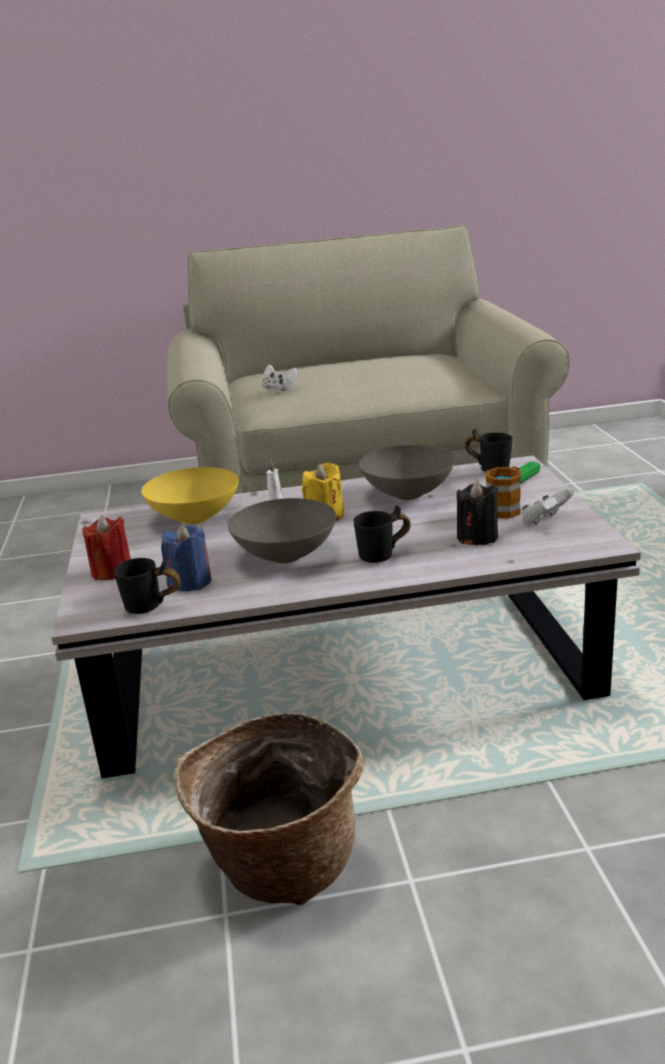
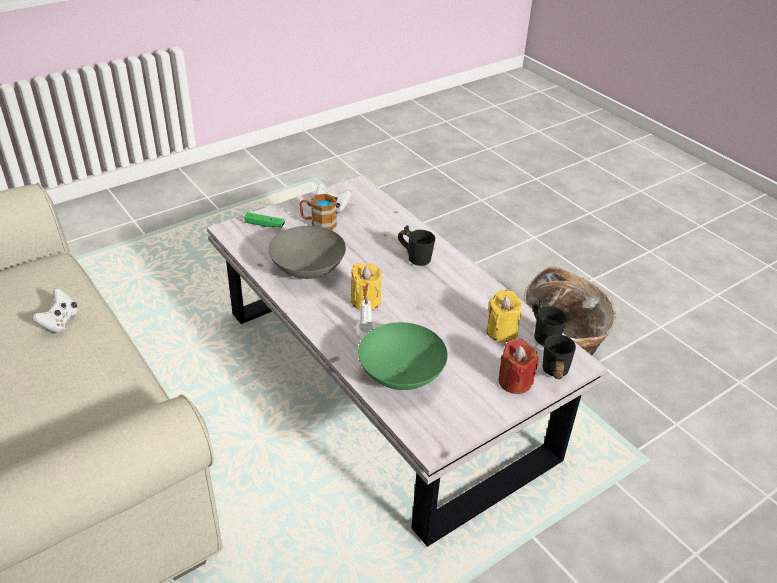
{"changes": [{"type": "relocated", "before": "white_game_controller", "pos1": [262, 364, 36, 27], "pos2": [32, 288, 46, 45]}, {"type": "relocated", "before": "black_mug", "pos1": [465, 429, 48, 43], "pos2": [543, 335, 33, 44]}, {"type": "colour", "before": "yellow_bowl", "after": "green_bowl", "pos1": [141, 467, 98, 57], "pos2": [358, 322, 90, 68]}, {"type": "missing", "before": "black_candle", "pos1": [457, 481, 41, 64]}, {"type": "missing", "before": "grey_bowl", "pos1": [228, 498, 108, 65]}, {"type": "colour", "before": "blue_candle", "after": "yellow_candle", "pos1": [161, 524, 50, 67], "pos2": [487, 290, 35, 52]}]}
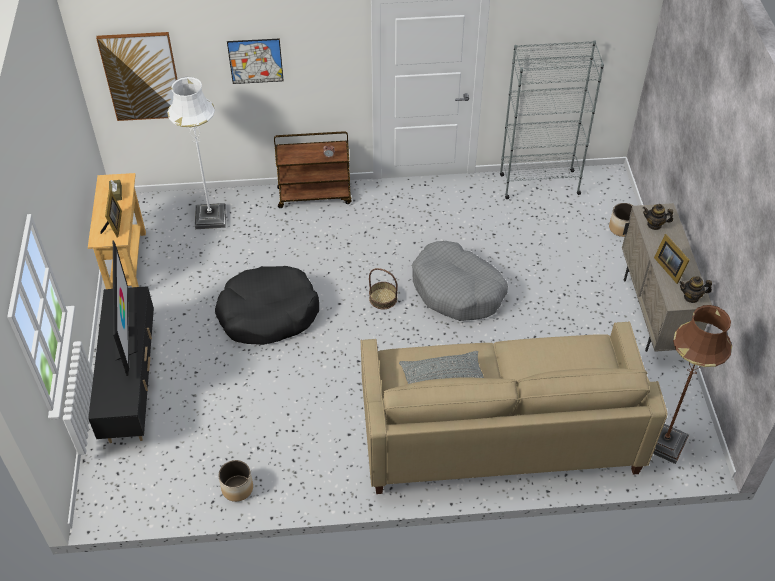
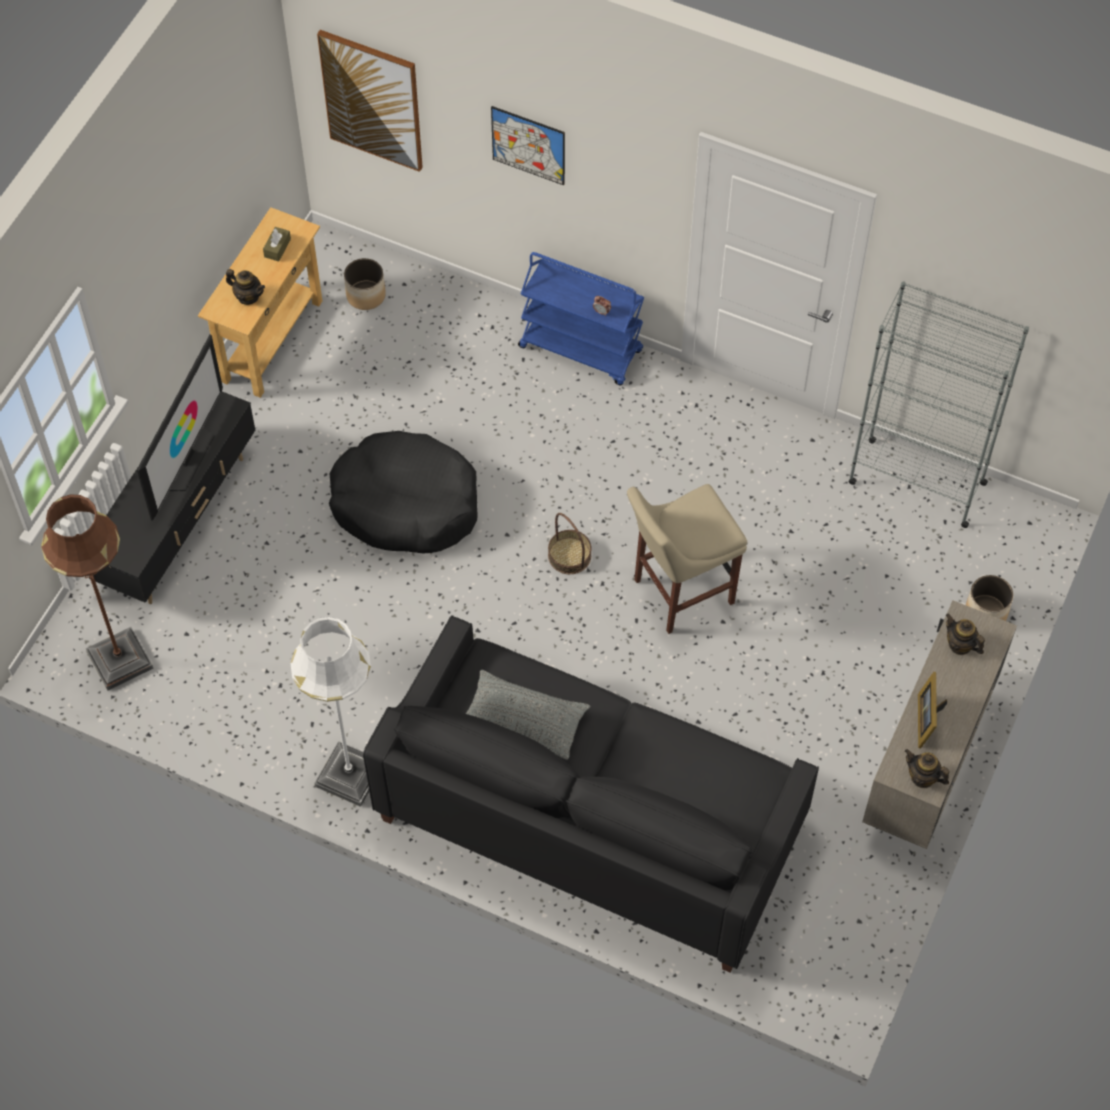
{"changes": [{"type": "relocated", "before": "white_floor_lamp", "pos1": [167, 77, 59, 152], "pos2": [291, 617, 80, 190]}, {"type": "colour", "before": "brown_cart", "after": "blue_cart", "pos1": [274, 131, 78, 77], "pos2": [518, 252, 126, 133]}, {"type": "exchanged", "before": "picture_frame", "after": "teapot", "pos1": [101, 189, 21, 48], "pos2": [226, 269, 39, 36]}, {"type": "exchanged", "before": "grey_dog_bed", "after": "beige_stool", "pos1": [412, 241, 96, 80], "pos2": [627, 484, 120, 150]}, {"type": "relocated", "before": "brown_floor_lamp", "pos1": [653, 305, 79, 159], "pos2": [41, 494, 112, 197]}, {"type": "colour", "before": "beige_sofa", "after": "black_sofa", "pos1": [361, 321, 306, 173], "pos2": [363, 615, 456, 358]}, {"type": "relocated", "before": "planter", "pos1": [218, 460, 35, 42], "pos2": [344, 258, 42, 52]}]}
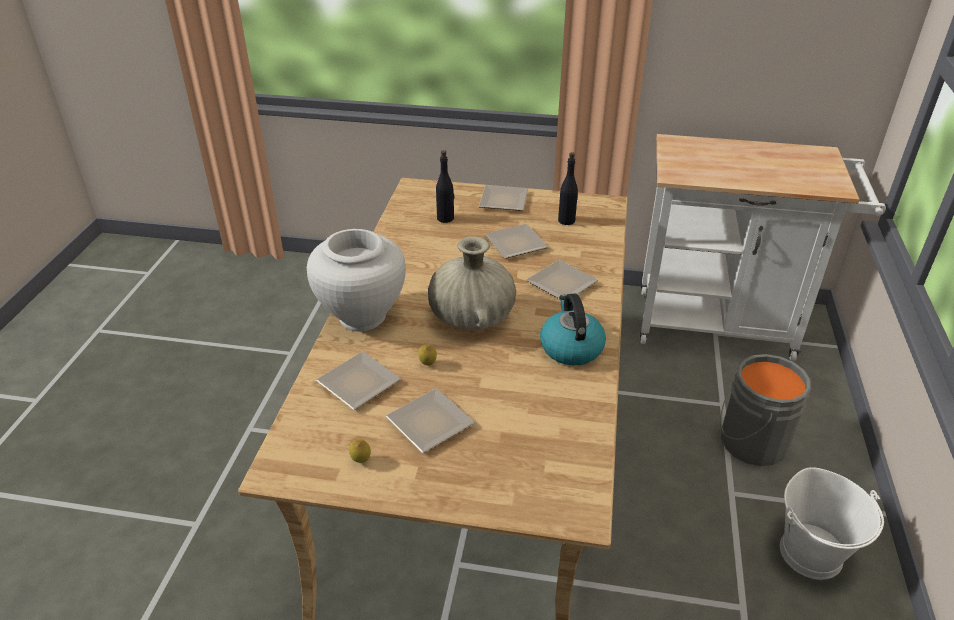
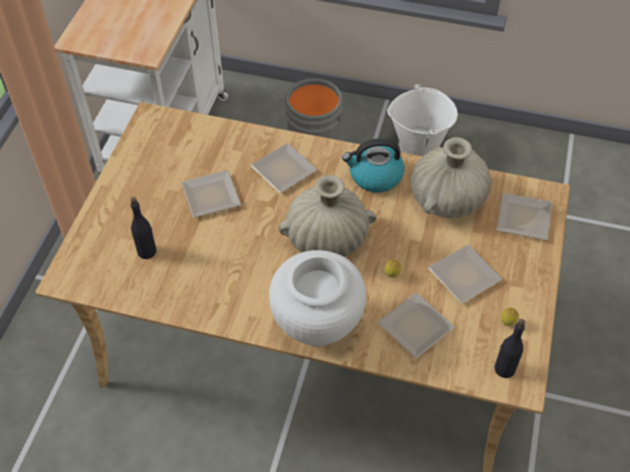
{"changes": [{"type": "relocated", "before": "black_bottle", "pos1": [558, 152, 20, 73], "pos2": [494, 319, 31, 59]}, {"type": "relocated", "before": "plate", "pos1": [479, 185, 49, 26], "pos2": [497, 193, 55, 47]}, {"type": "appeared", "after": "beige_vase", "pos2": [410, 137, 82, 81]}]}
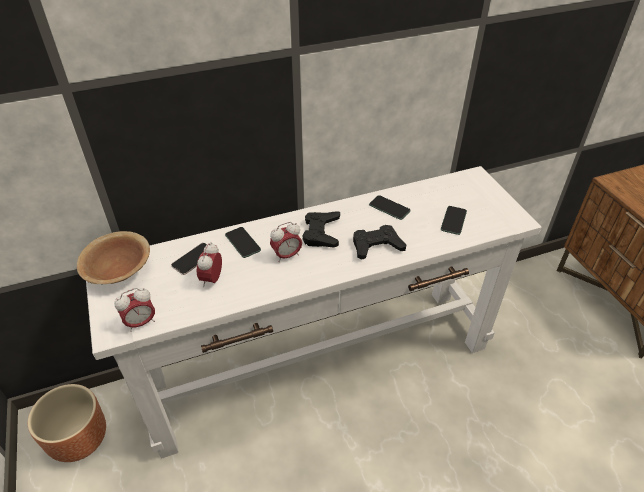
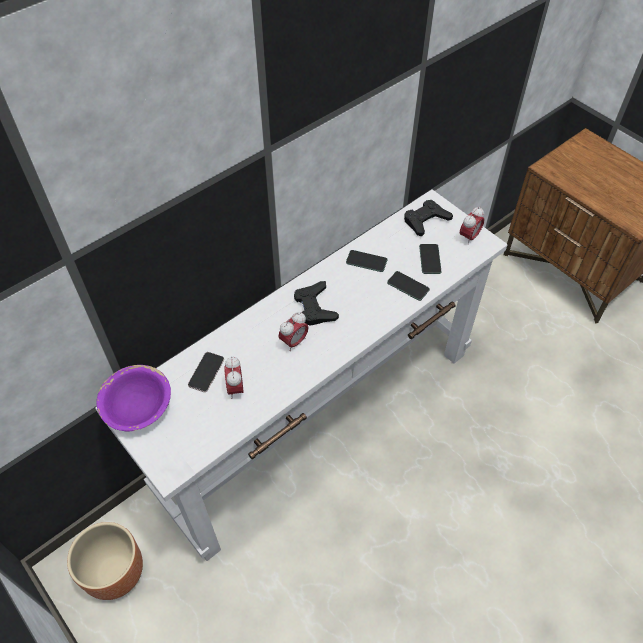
{"changes": [{"type": "relocated", "before": "black_game_controller", "pos1": [353, 225, 54, 35], "pos2": [404, 200, 49, 36]}, {"type": "relocated", "before": "phone", "pos1": [225, 227, 36, 31], "pos2": [387, 271, 43, 30]}, {"type": "colour", "before": "brown_bowl", "after": "purple_bowl", "pos1": [77, 231, 73, 53], "pos2": [97, 365, 74, 66]}, {"type": "relocated", "before": "alarm_clock", "pos1": [114, 288, 41, 44], "pos2": [460, 207, 24, 38]}]}
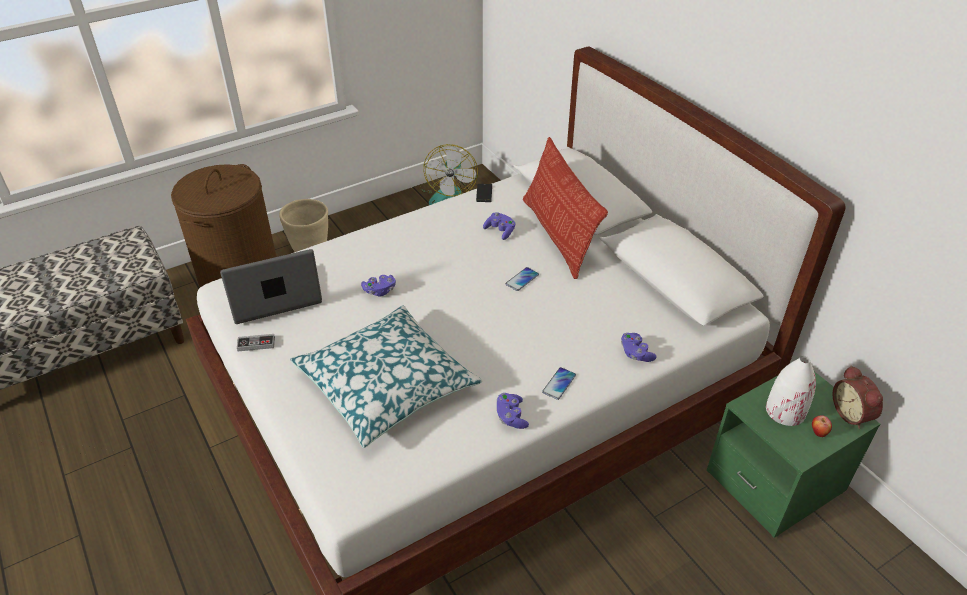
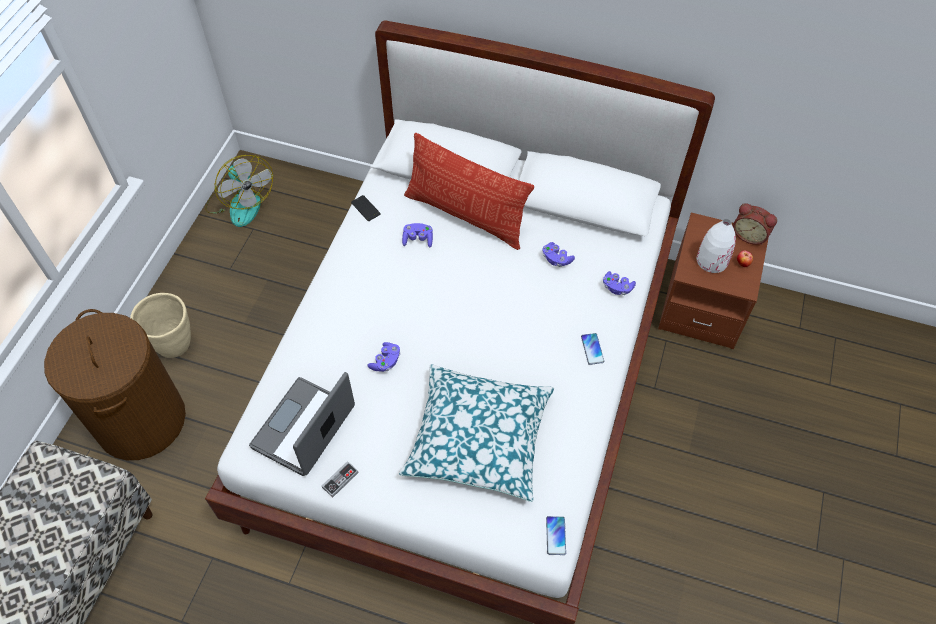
{"changes": [{"type": "relocated", "before": "phone", "pos1": [506, 267, 33, 24], "pos2": [546, 516, 20, 39]}, {"type": "colour", "before": "green_nightstand", "after": "brown_nightstand", "pos1": [706, 371, 174, 167], "pos2": [658, 213, 110, 136]}, {"type": "relocated", "before": "purple_game_controller", "pos1": [497, 393, 32, 36], "pos2": [542, 242, 33, 25]}]}
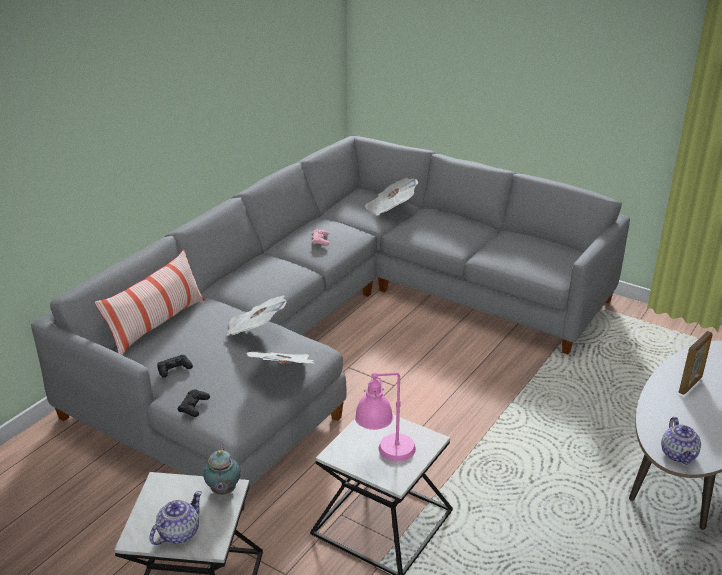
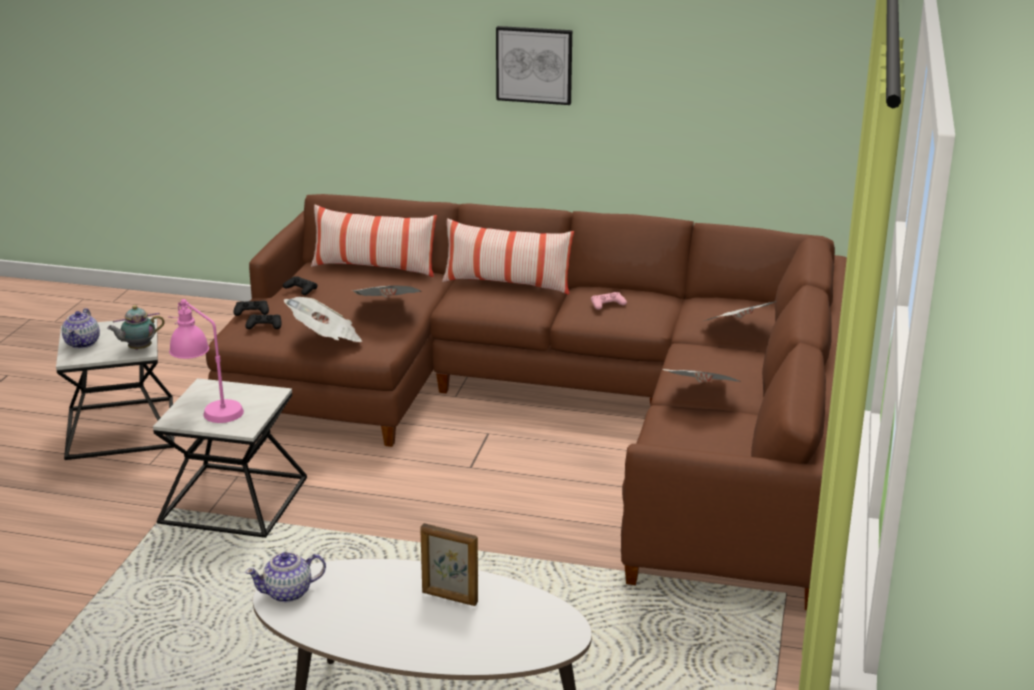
{"changes": [{"type": "colour", "before": "grey_sofa", "after": "brown_sofa", "pos1": [31, 136, 599, 375], "pos2": [206, 194, 641, 416]}, {"type": "spun", "before": "teapot", "pos1": [150, 491, 52, 54], "pos2": [62, 308, 38, 41], "turn": 75}, {"type": "appeared", "after": "picture", "pos2": [496, 26, 76, 79]}, {"type": "appeared", "after": "pillow", "pos2": [442, 218, 132, 77]}, {"type": "appeared", "after": "black_game_controller", "pos2": [245, 314, 37, 15]}, {"type": "appeared", "after": "newspaper", "pos2": [662, 369, 79, 14]}]}
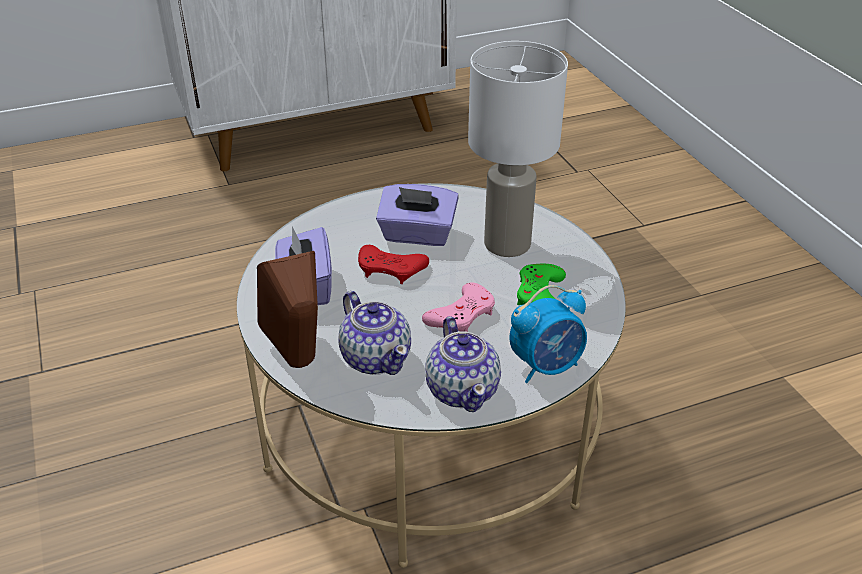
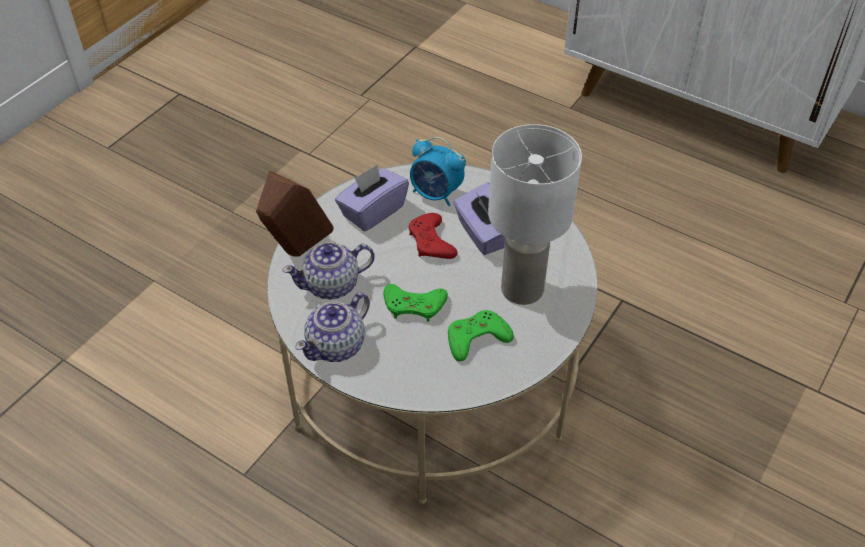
{"changes": [{"type": "colour", "before": "pink_game_controller", "after": "green_game_controller", "pos1": [422, 283, 73, 49], "pos2": [384, 284, 64, 38]}, {"type": "relocated", "before": "alarm_clock", "pos1": [509, 285, 78, 98], "pos2": [410, 137, 56, 69]}, {"type": "spun", "before": "teapot", "pos1": [338, 291, 73, 84], "pos2": [282, 242, 93, 57], "turn": 45}]}
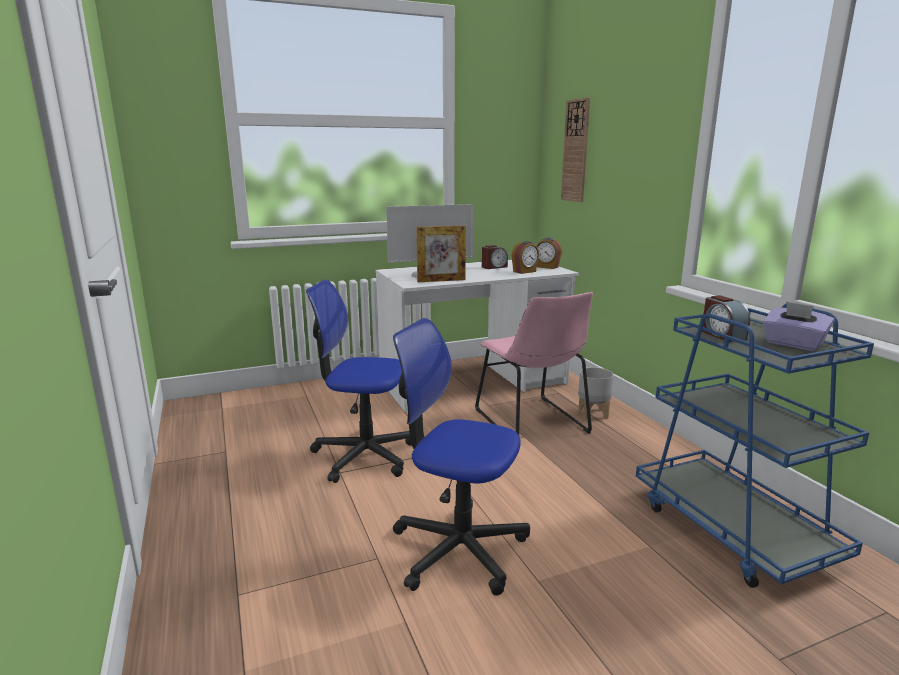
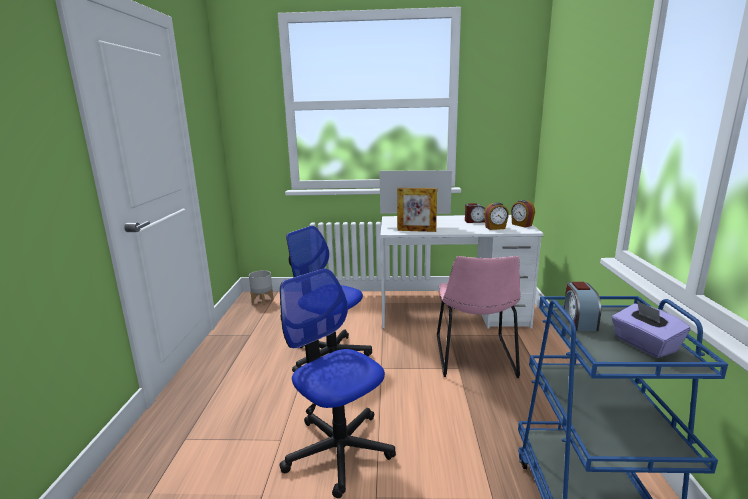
{"changes": [{"type": "missing", "before": "wall_clock", "pos1": [561, 97, 29, 105]}, {"type": "relocated", "before": "grey_planter", "pos1": [578, 367, 36, 52], "pos2": [249, 270, 25, 35]}]}
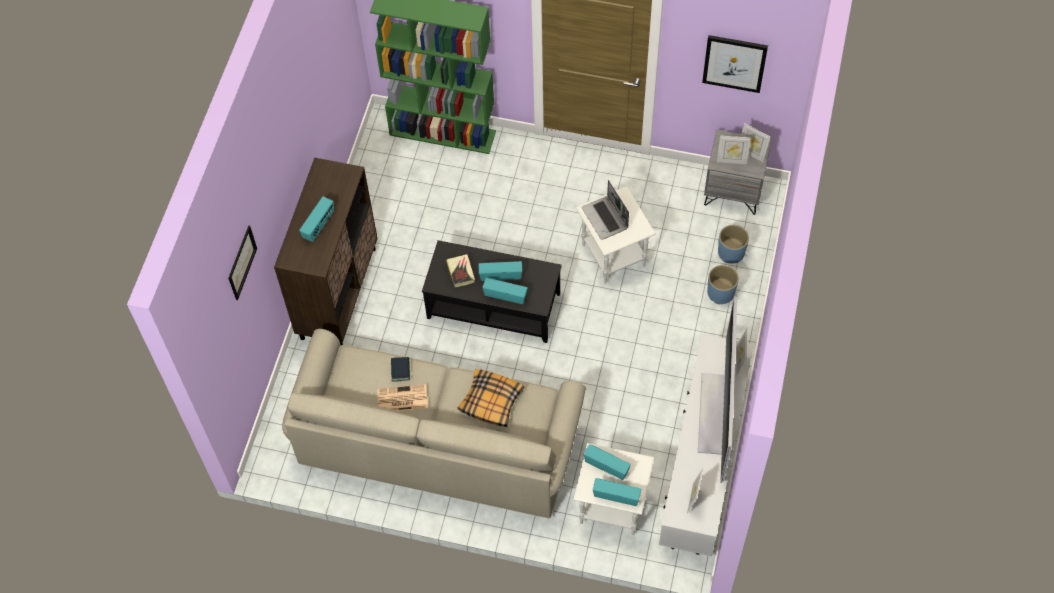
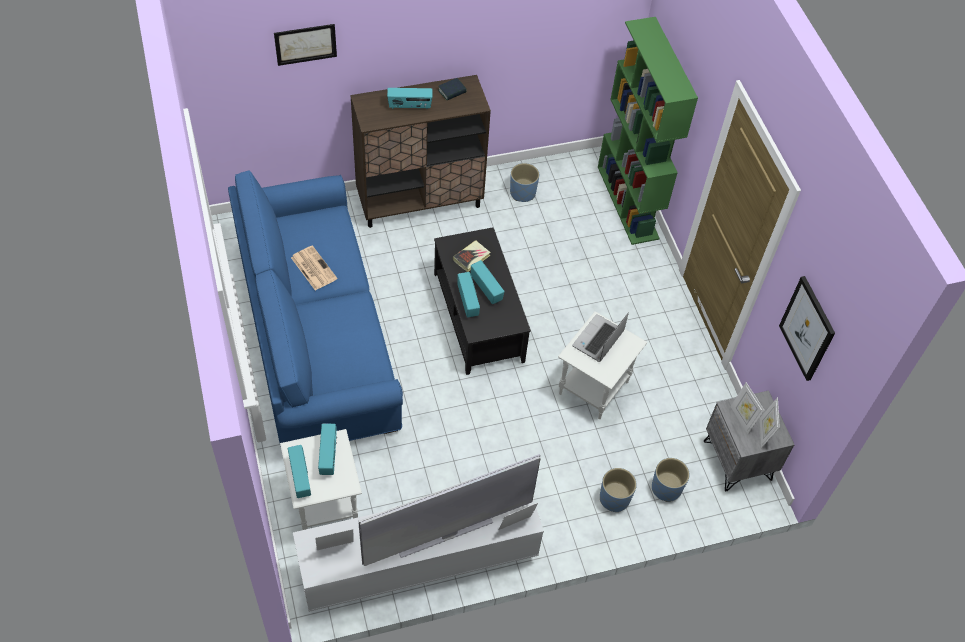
{"changes": [{"type": "colour", "before": "beige_sofa", "after": "blue_sofa", "pos1": [282, 329, 304, 189], "pos2": [228, 170, 175, 277]}, {"type": "relocated", "before": "book", "pos1": [391, 357, 19, 25], "pos2": [438, 78, 29, 22]}, {"type": "missing", "before": "pillow", "pos1": [458, 369, 66, 58]}, {"type": "appeared", "after": "blue_planter", "pos2": [510, 163, 29, 39]}]}
